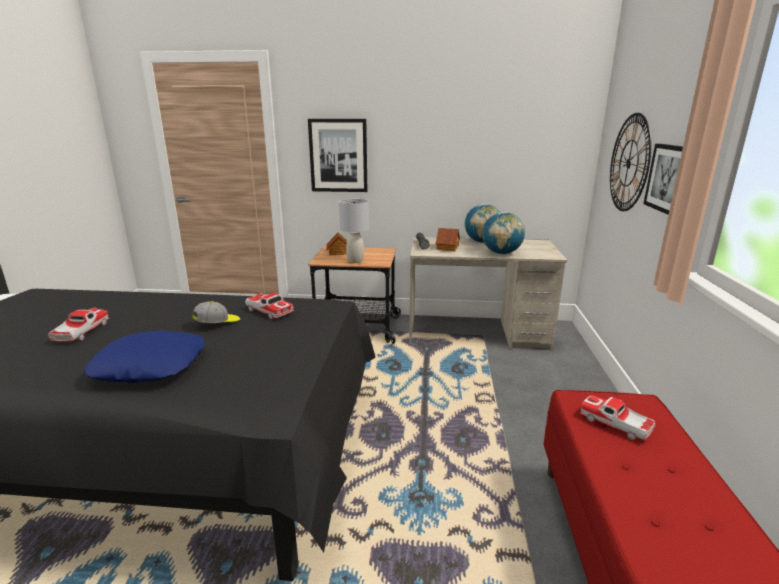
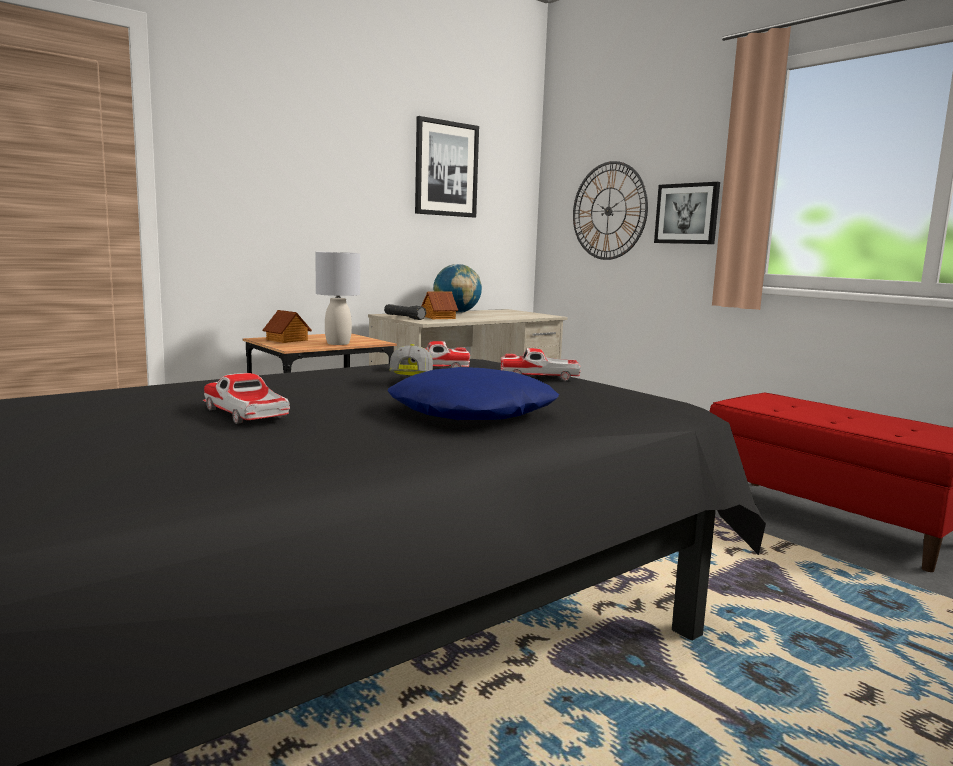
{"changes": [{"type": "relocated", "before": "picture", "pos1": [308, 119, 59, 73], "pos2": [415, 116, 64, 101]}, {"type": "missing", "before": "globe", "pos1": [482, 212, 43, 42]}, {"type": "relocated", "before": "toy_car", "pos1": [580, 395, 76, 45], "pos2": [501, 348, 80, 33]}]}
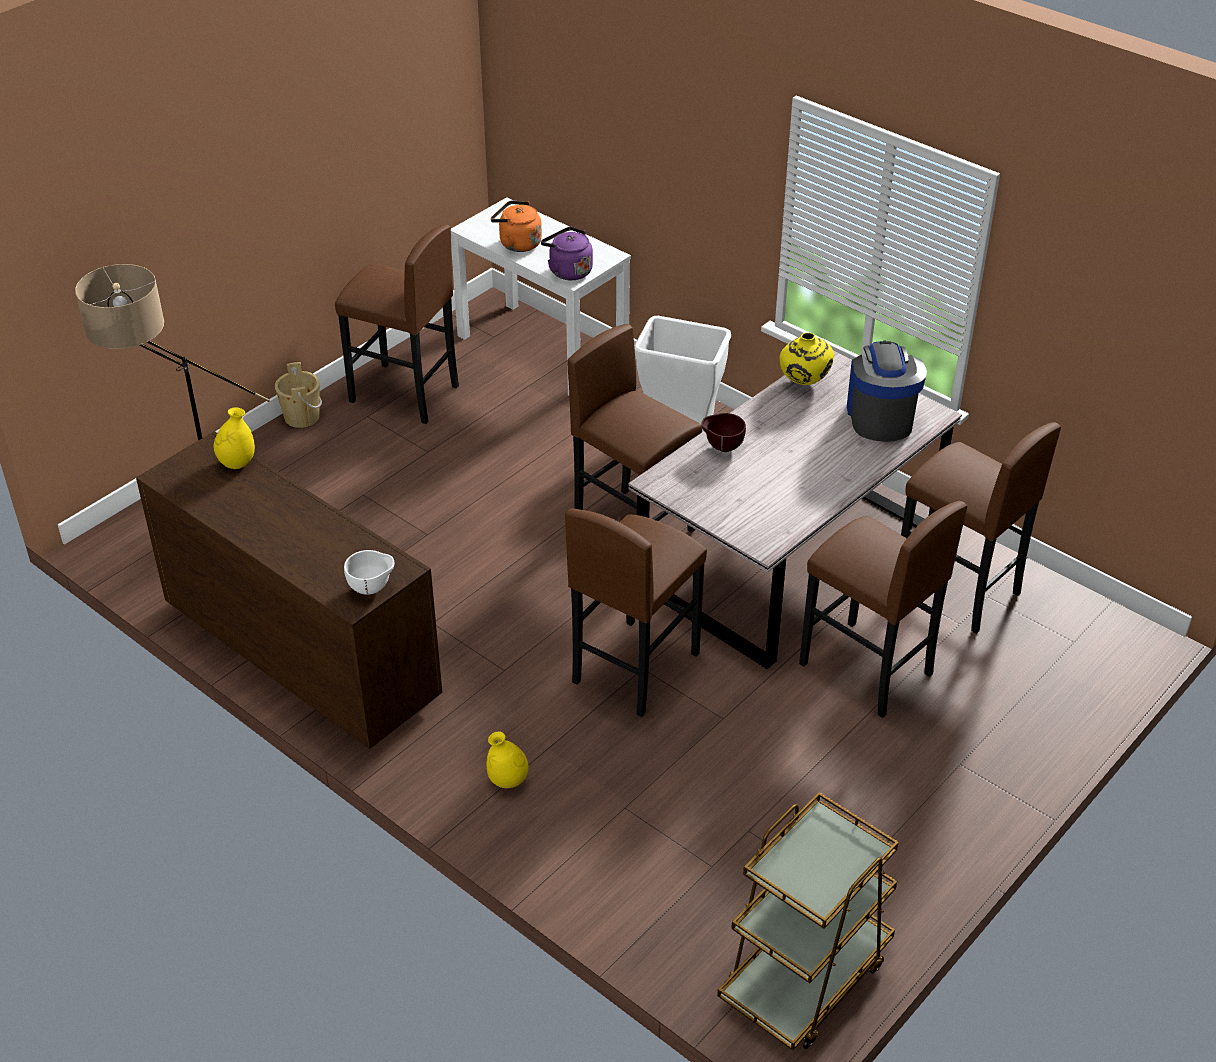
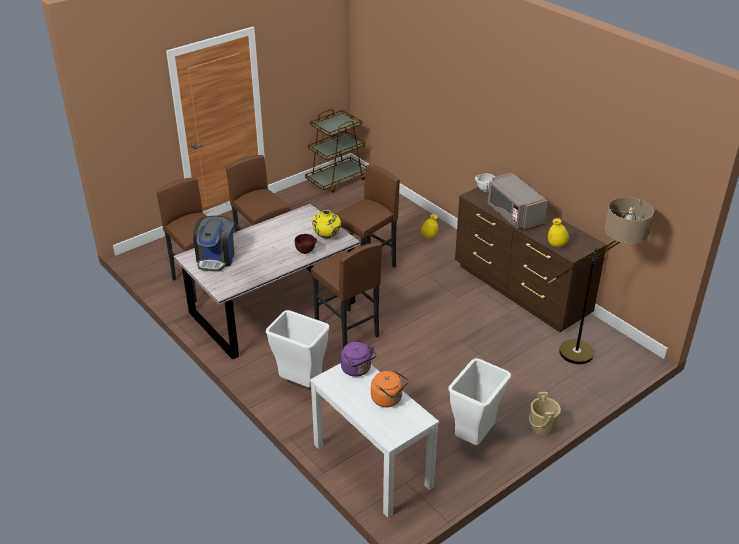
{"changes": [{"type": "exchanged", "before": "brown_stool", "after": "white_trash_can", "pos1": [335, 224, 124, 200], "pos2": [448, 358, 63, 87]}, {"type": "relocated", "before": "yellow_vase", "pos1": [779, 333, 55, 52], "pos2": [312, 210, 29, 29]}, {"type": "appeared", "after": "grey_microwave", "pos2": [488, 173, 59, 57]}]}
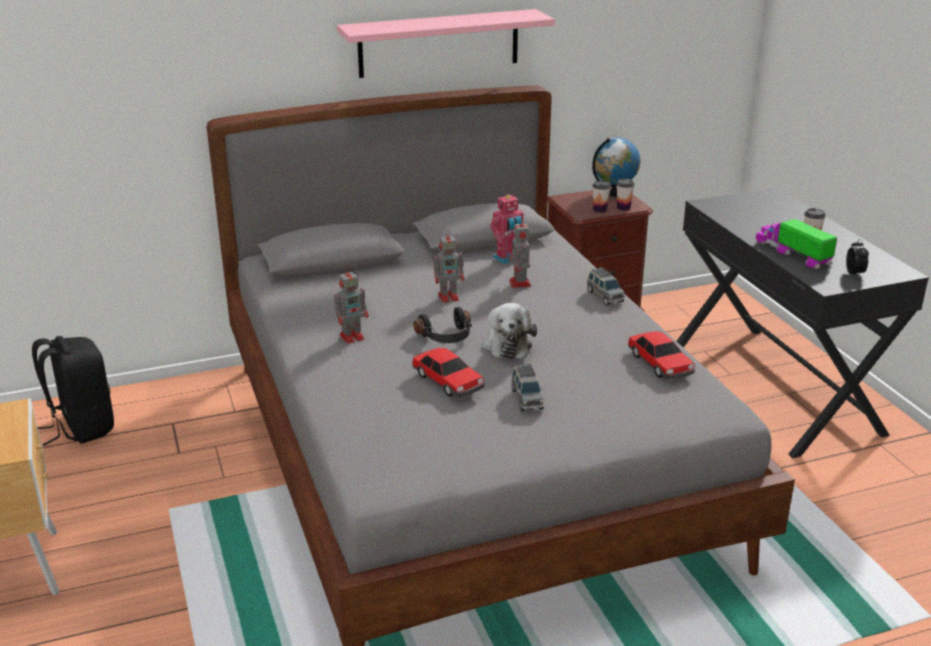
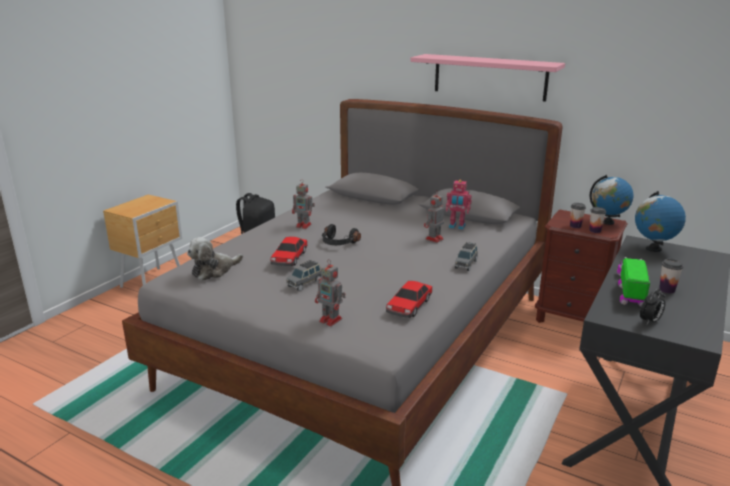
{"changes": [{"type": "relocated", "before": "toy_robot", "pos1": [433, 230, 31, 73], "pos2": [315, 259, 31, 67]}, {"type": "relocated", "before": "plush_toy", "pos1": [483, 303, 54, 56], "pos2": [187, 237, 56, 44]}, {"type": "appeared", "after": "globe", "pos2": [635, 191, 51, 61]}]}
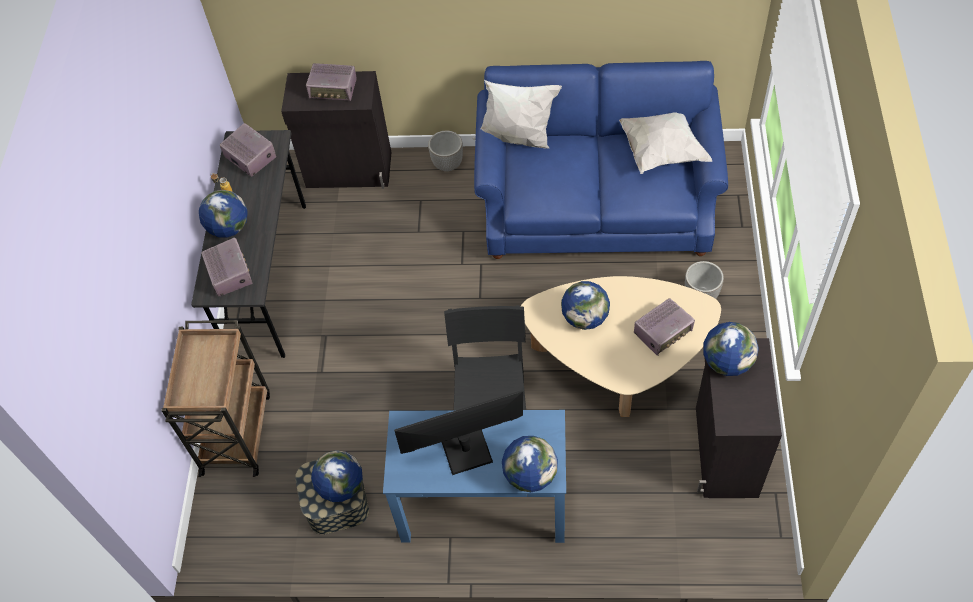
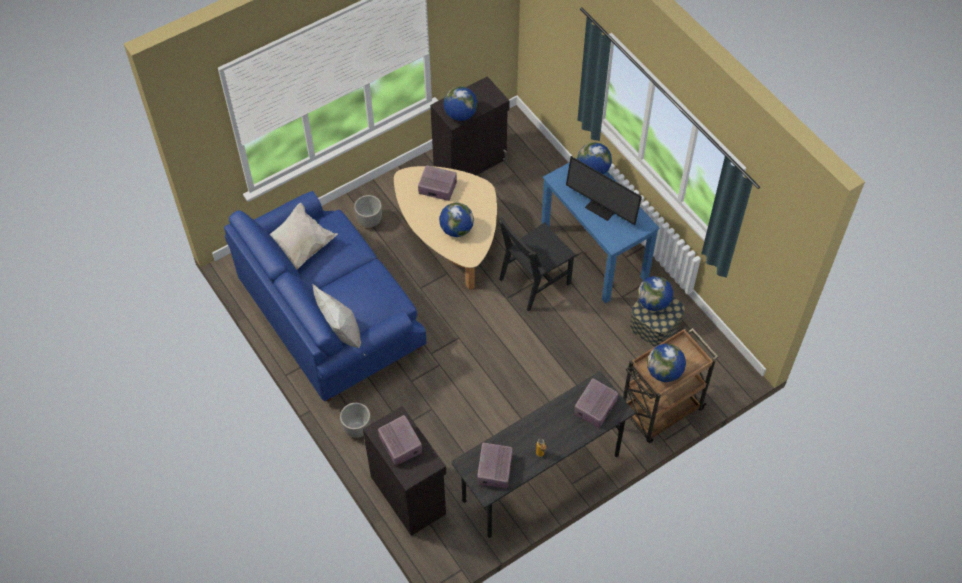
{"changes": [{"type": "relocated", "before": "globe", "pos1": [199, 190, 49, 48], "pos2": [647, 344, 39, 38]}]}
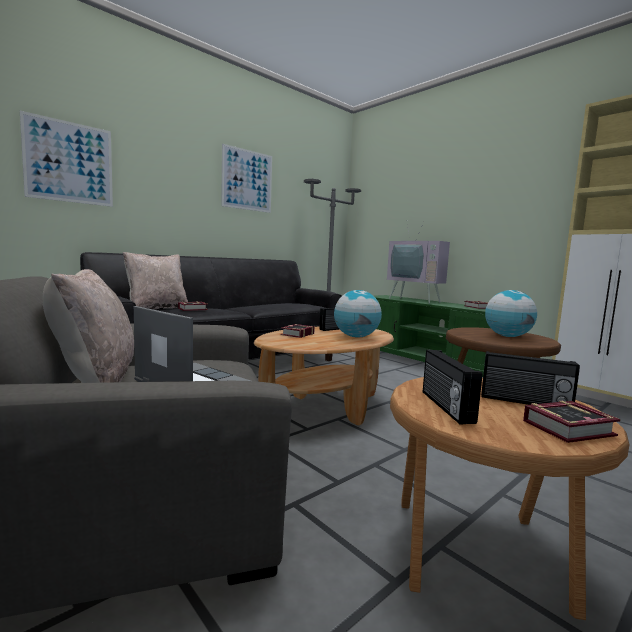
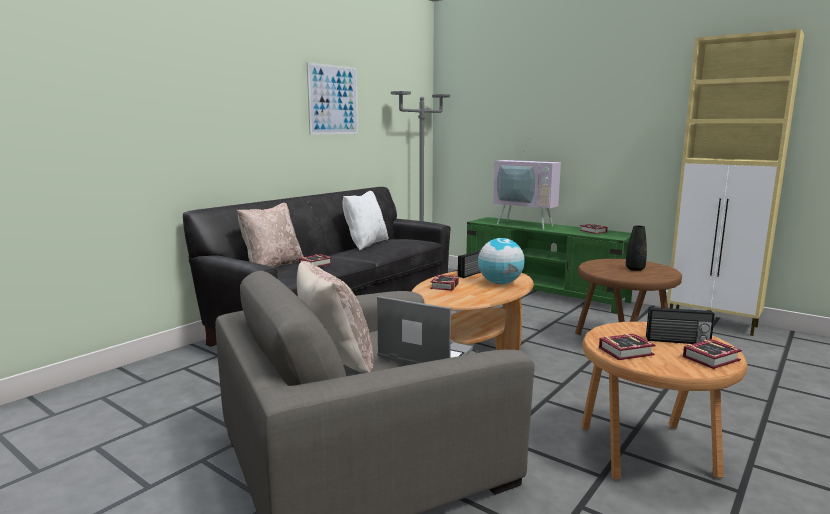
{"changes": [{"type": "missing", "before": "picture", "pos1": [20, 111, 93, 96]}, {"type": "exchanged", "before": "globe", "after": "black_vase", "pos1": [485, 290, 52, 47], "pos2": [626, 226, 21, 45]}, {"type": "exchanged", "before": "radio", "after": "book", "pos1": [423, 350, 59, 74], "pos2": [599, 334, 57, 26]}, {"type": "appeared", "after": "white_pillow", "pos2": [342, 191, 47, 60]}]}
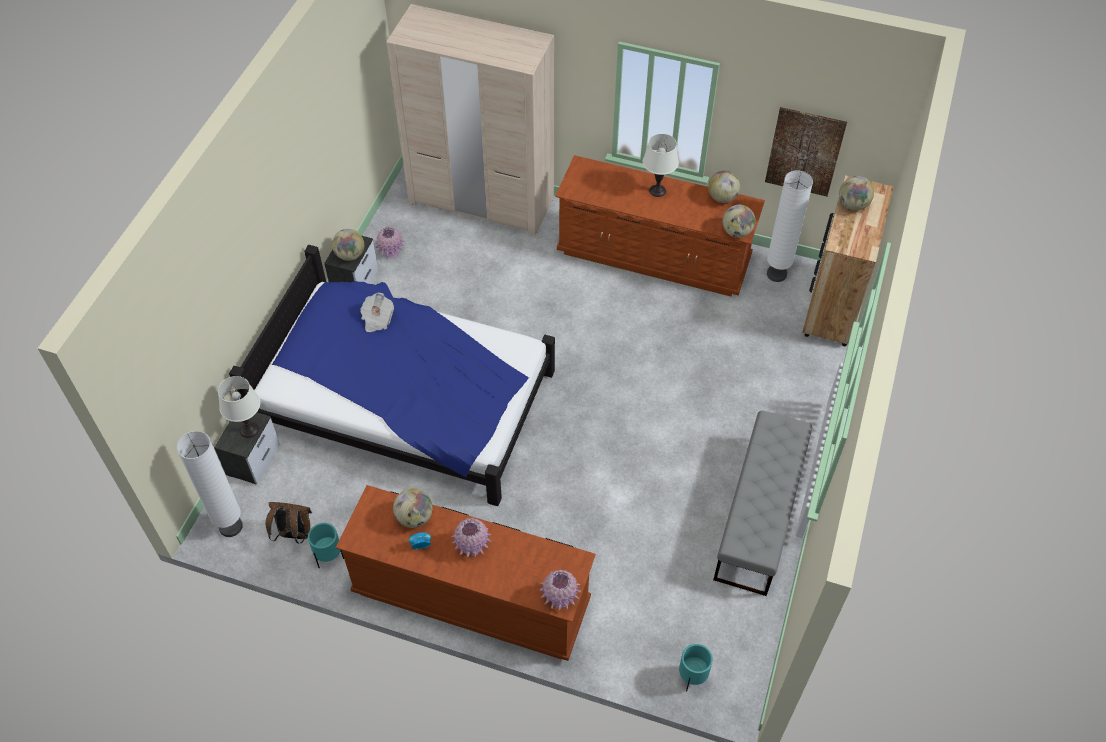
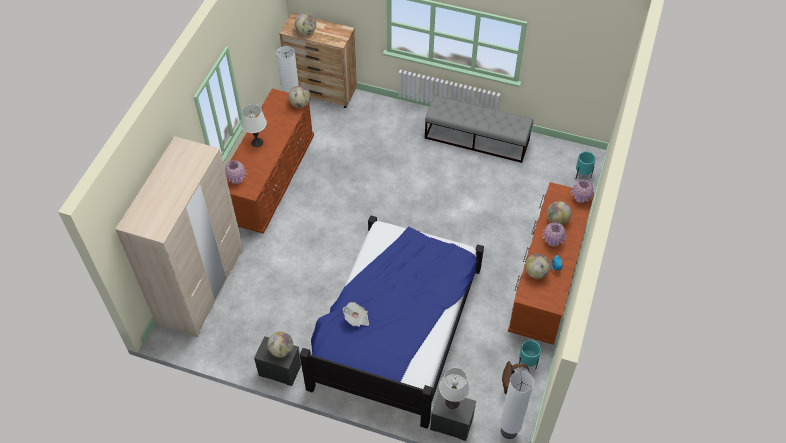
{"changes": [{"type": "missing", "before": "picture", "pos1": [765, 107, 82, 89]}, {"type": "relocated", "before": "globe", "pos1": [708, 171, 32, 32], "pos2": [547, 201, 24, 24]}, {"type": "relocated", "before": "pink_vase", "pos1": [375, 227, 31, 31], "pos2": [225, 160, 22, 24]}]}
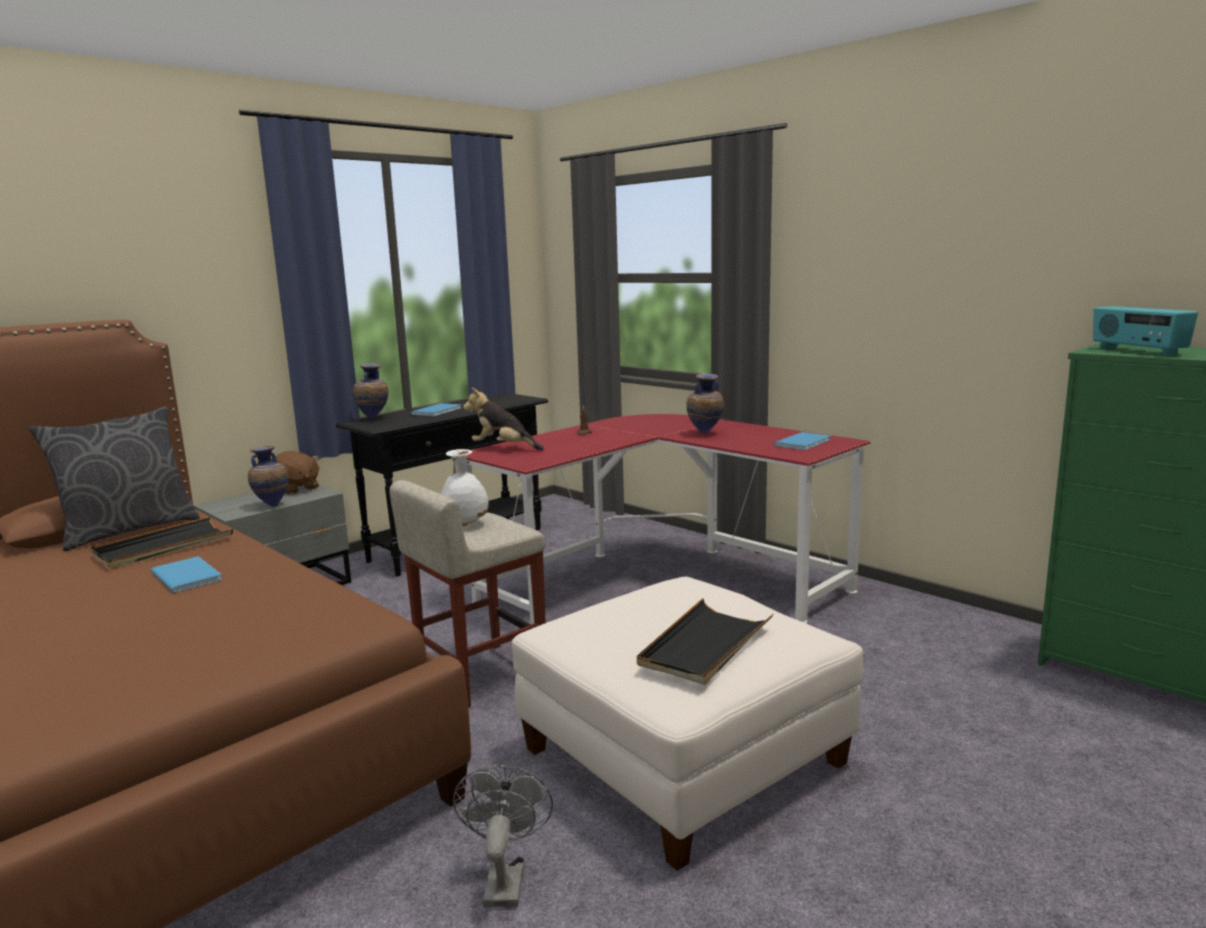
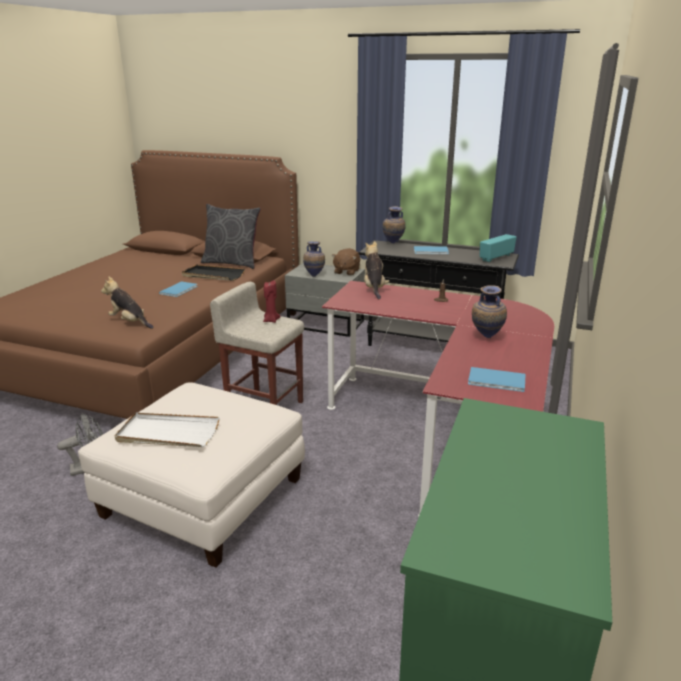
{"changes": [{"type": "relocated", "before": "radio", "pos1": [1093, 306, 105, 50], "pos2": [480, 234, 37, 28]}, {"type": "exchanged", "before": "white_vase", "after": "red_candle", "pos1": [441, 449, 48, 77], "pos2": [263, 280, 18, 43]}, {"type": "colour", "before": "black_tray", "after": "white_tray", "pos1": [637, 598, 136, 87], "pos2": [114, 412, 106, 35]}, {"type": "appeared", "after": "plush_toy", "pos2": [101, 276, 53, 53]}]}
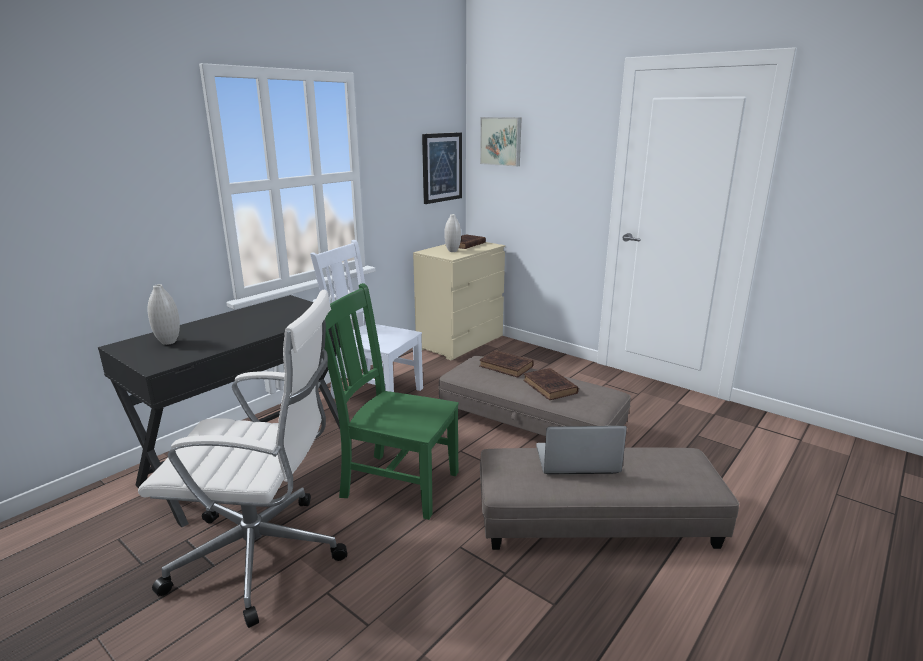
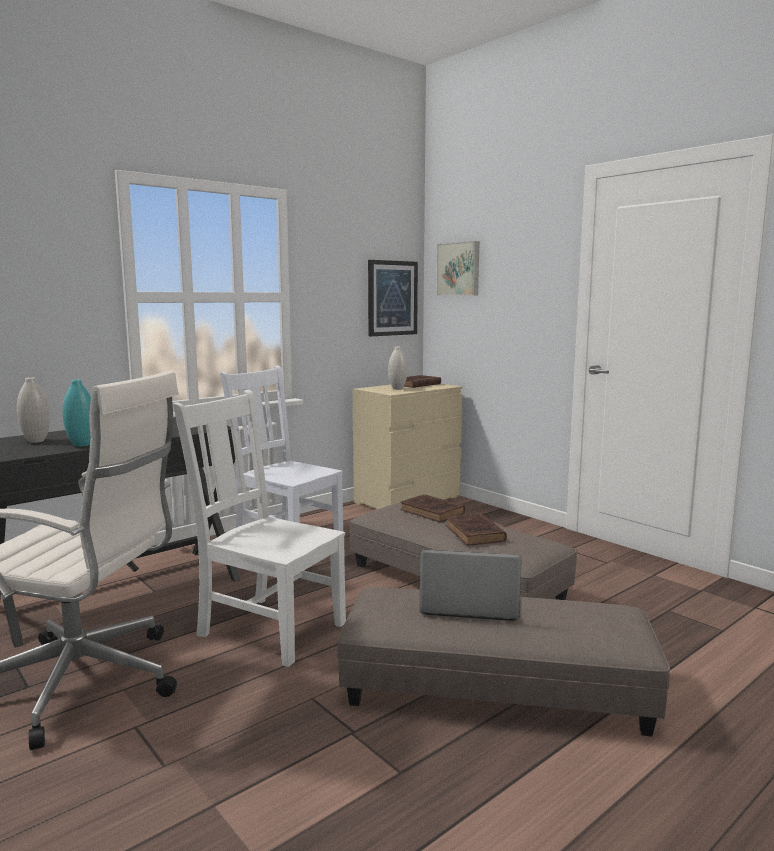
{"changes": [{"type": "colour", "before": "green_chair", "after": "white_chair", "pos1": [324, 283, 135, 237], "pos2": [173, 390, 173, 277]}, {"type": "appeared", "after": "turquoise_vase", "pos2": [62, 380, 29, 67]}]}
